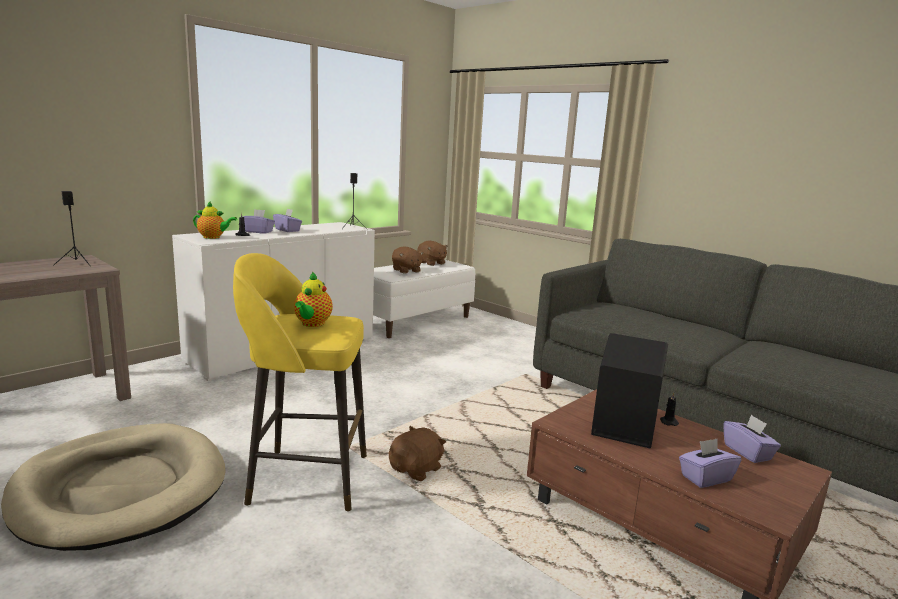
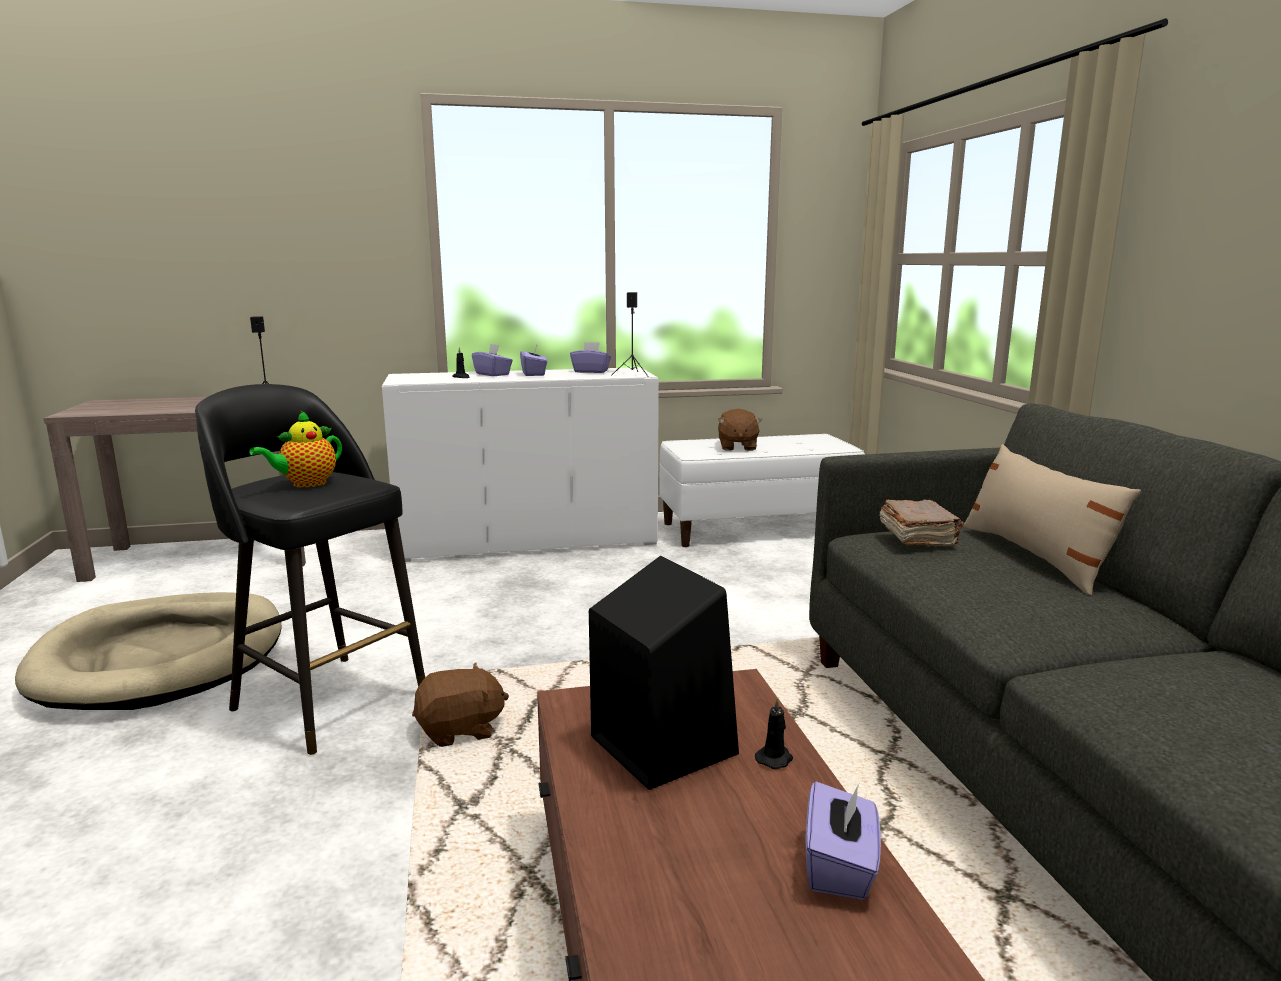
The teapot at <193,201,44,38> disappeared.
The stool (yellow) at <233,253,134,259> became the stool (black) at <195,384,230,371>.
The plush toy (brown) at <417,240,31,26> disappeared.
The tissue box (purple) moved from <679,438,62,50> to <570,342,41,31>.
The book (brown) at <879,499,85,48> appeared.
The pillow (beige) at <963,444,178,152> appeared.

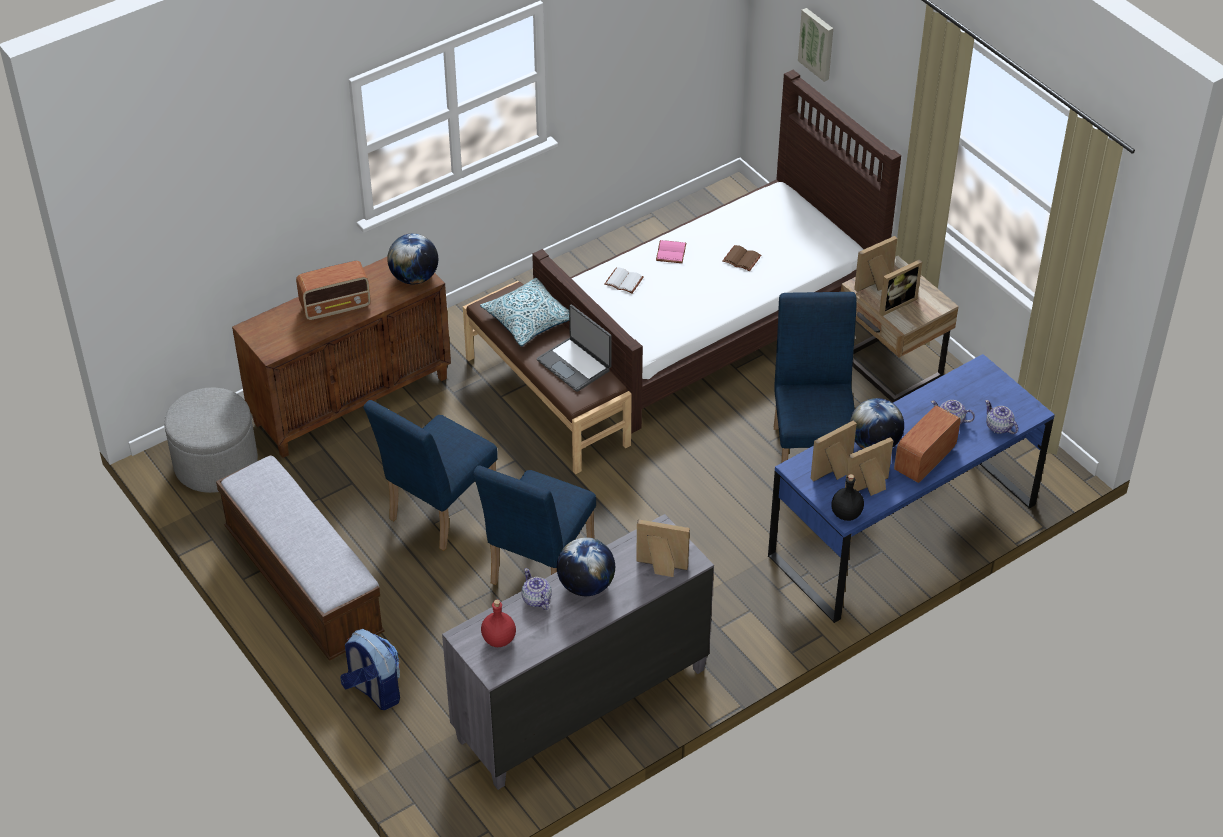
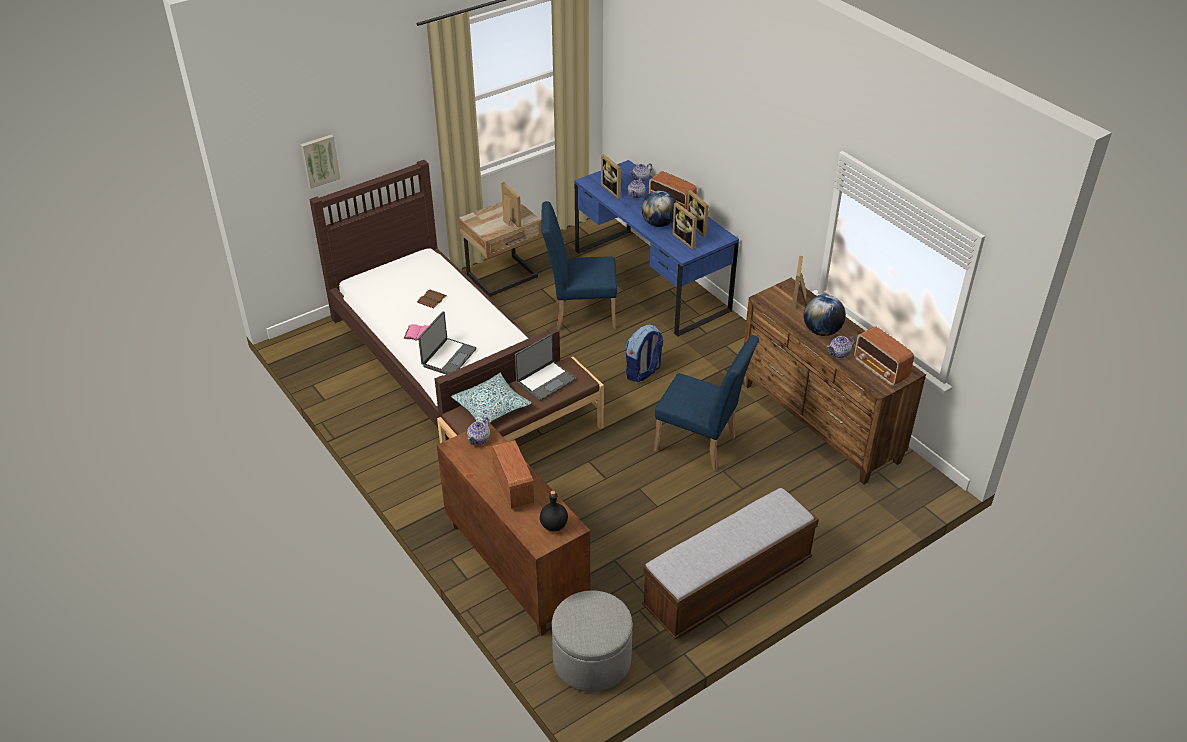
The backpack moved from <340,629,60,81> to <626,324,38,58>.
The chair (blue) at <363,400,135,151> disappeared.
The globe at <387,234,51,51> was replaced by the teapot at <467,417,23,28>.
The dresser (grey) at <442,514,272,276> became the dresser (brown) at <744,278,182,207>.
The bottle (red) at <481,599,35,48> was replaced by the radio at <854,326,60,60>.
The book (white) at <604,267,40,26> was replaced by the laptop at <418,311,58,64>.
The bottle (black) moved from <831,474,33,47> to <540,491,28,41>.
The picture frame moved from <854,236,43,56> to <601,154,20,45>.

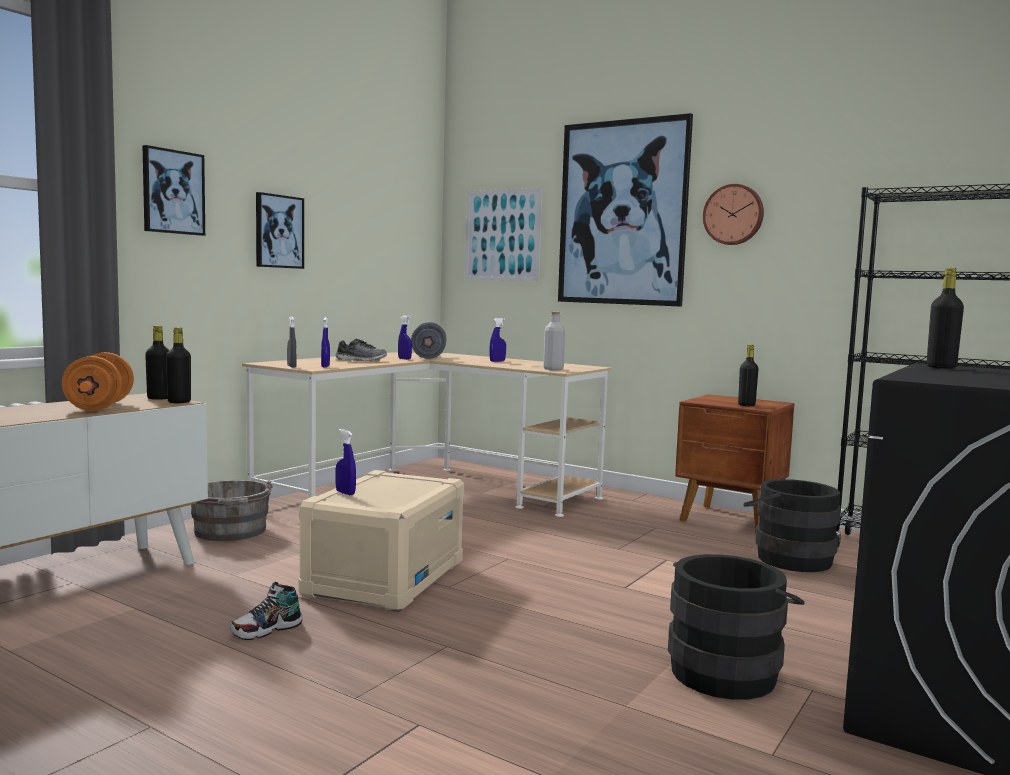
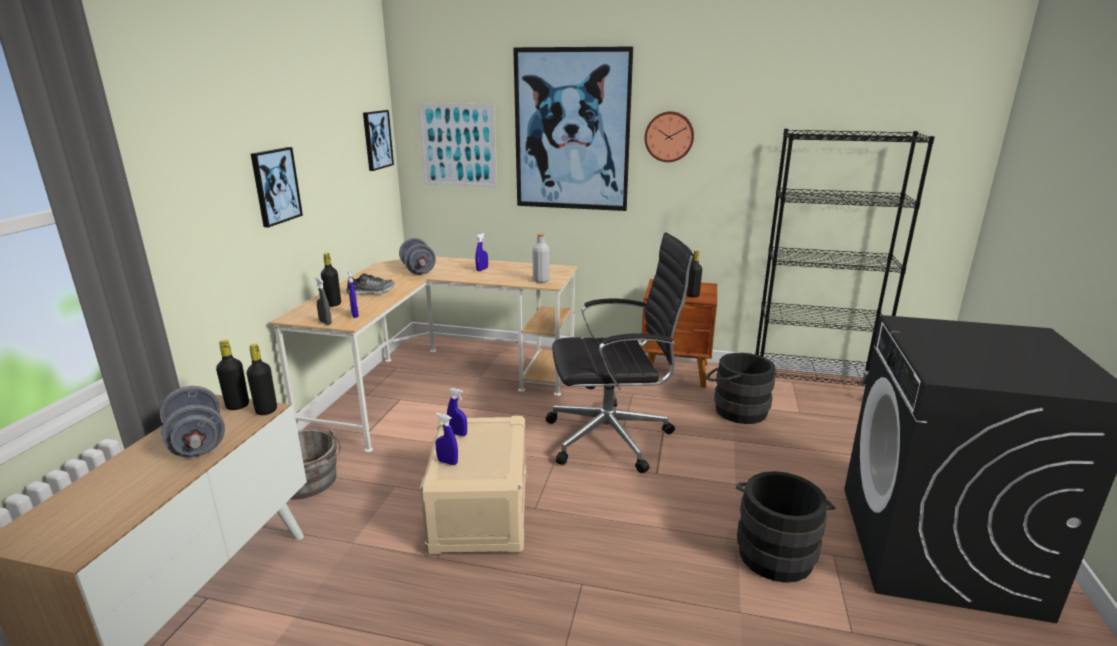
The dumbbell (orange) at <62,352,72,59> became the dumbbell (grey) at <160,386,65,71>.
The picture moved from <142,145,63,91> to <363,110,31,61>.
The shoe at <229,582,73,58> disappeared.
The spray bottle (blue) moved from <398,316,14,44> to <447,388,20,48>.
The bottle (black) moved from <927,268,37,101> to <321,253,20,54>.
The office chair (black) at <546,233,148,240> appeared.

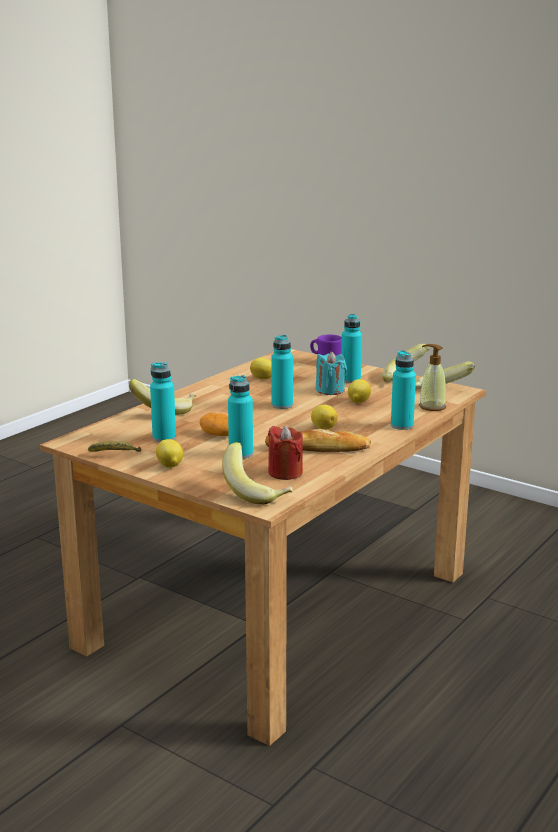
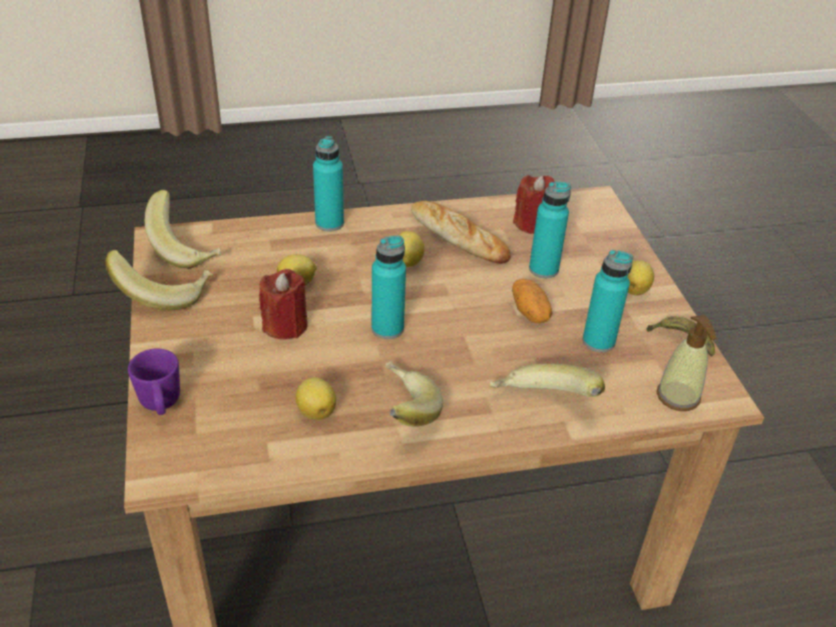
The banana moved from <222,442,71,62> to <385,361,58,66>.
The candle (turquoise) at <316,351,31,44> became the candle (red) at <259,269,49,71>.
The bottle (turquoise) at <341,314,21,69> disappeared.
The soap dispenser moved from <419,344,27,67> to <657,315,59,96>.

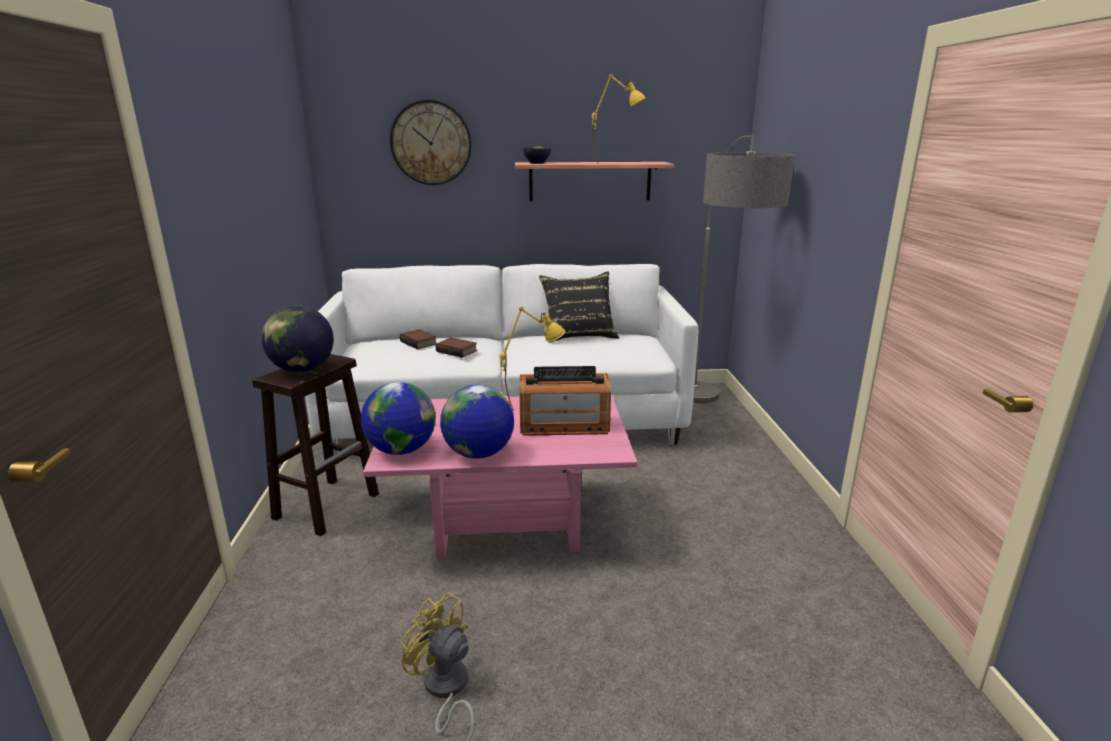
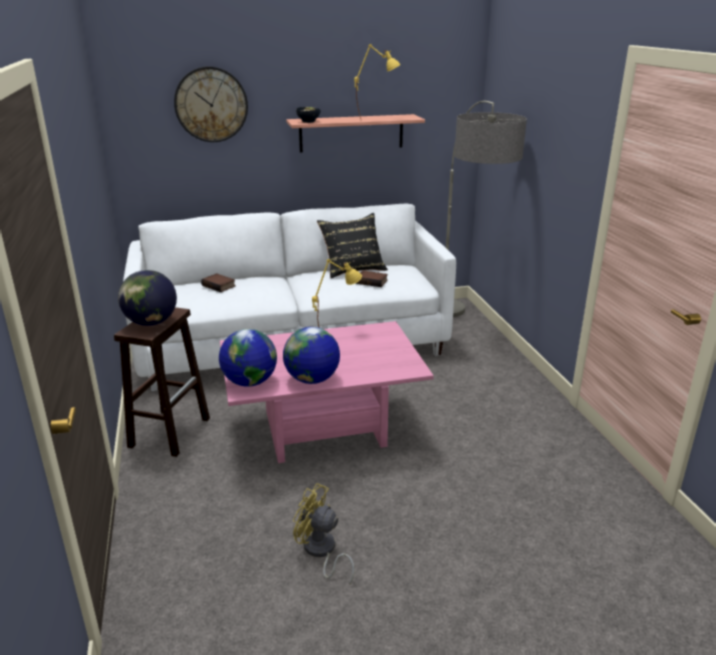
The book moved from <436,337,41,21> to <356,270,32,17>.
The radio at <519,366,92,70> disappeared.

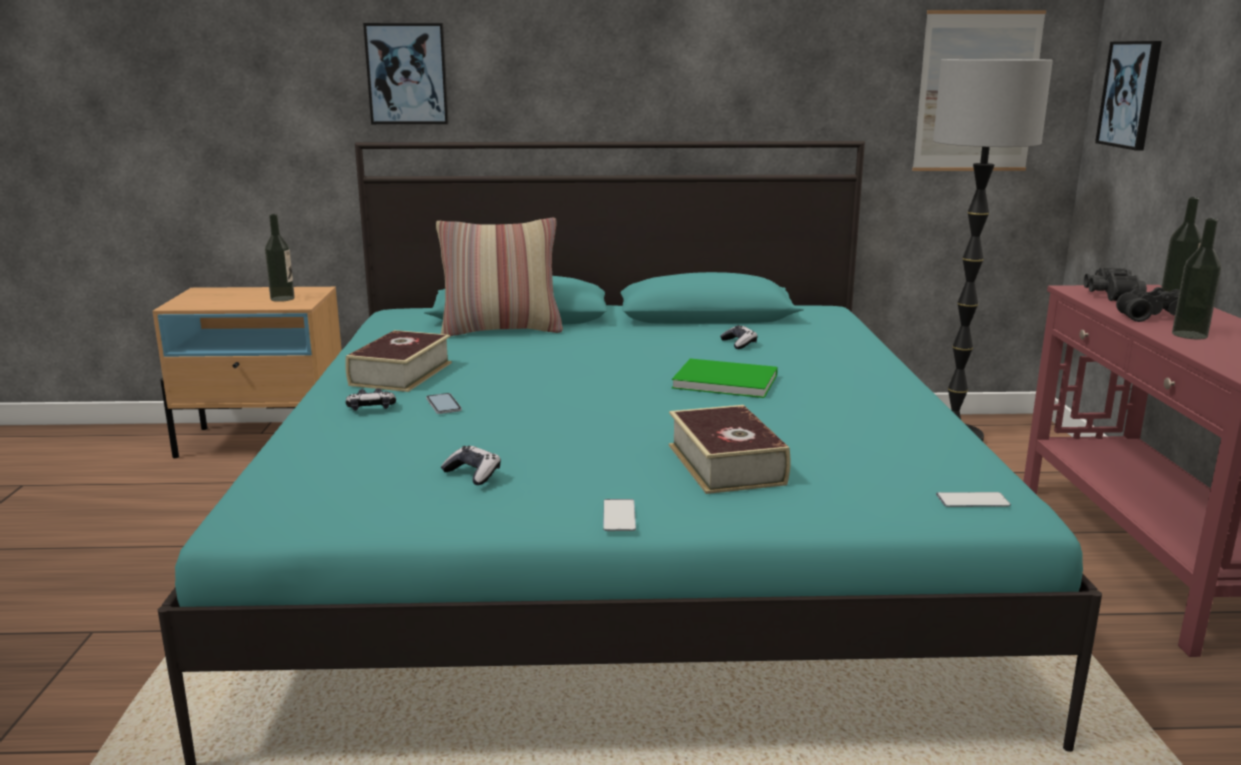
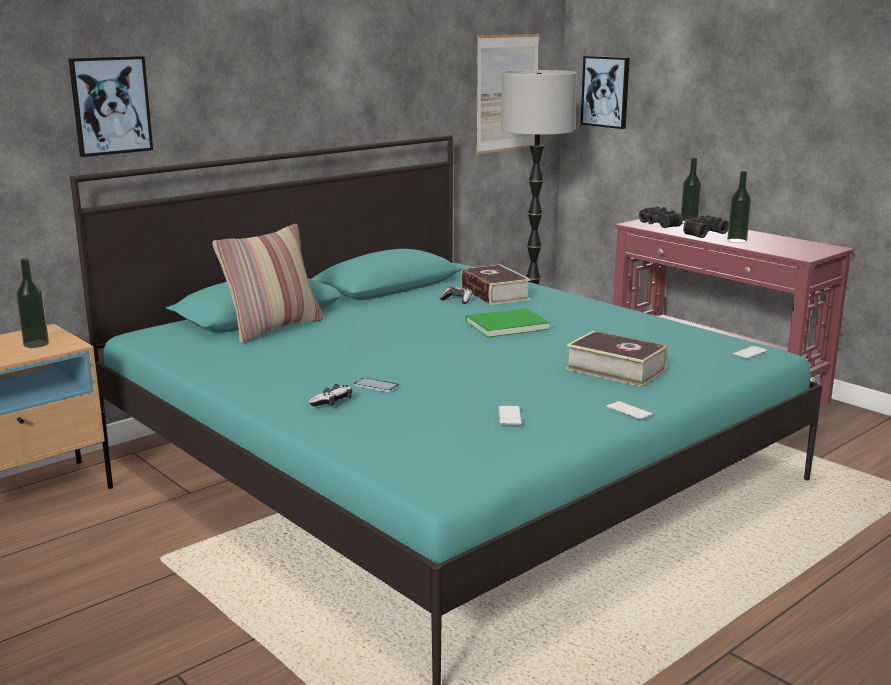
The book moved from <345,330,107,62> to <461,264,70,41>.
The game controller at <441,446,60,39> was replaced by the phone at <498,406,24,19>.

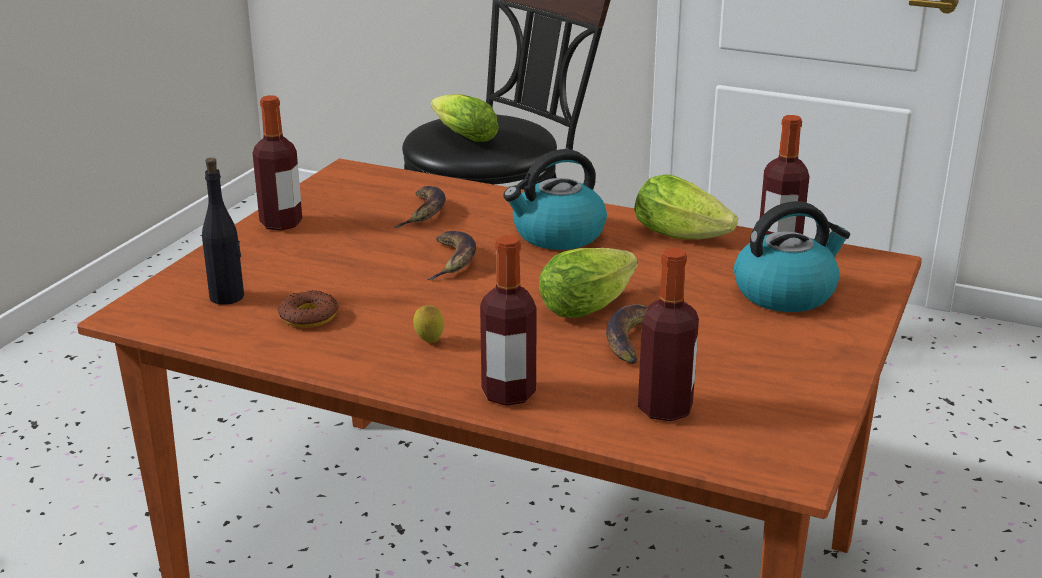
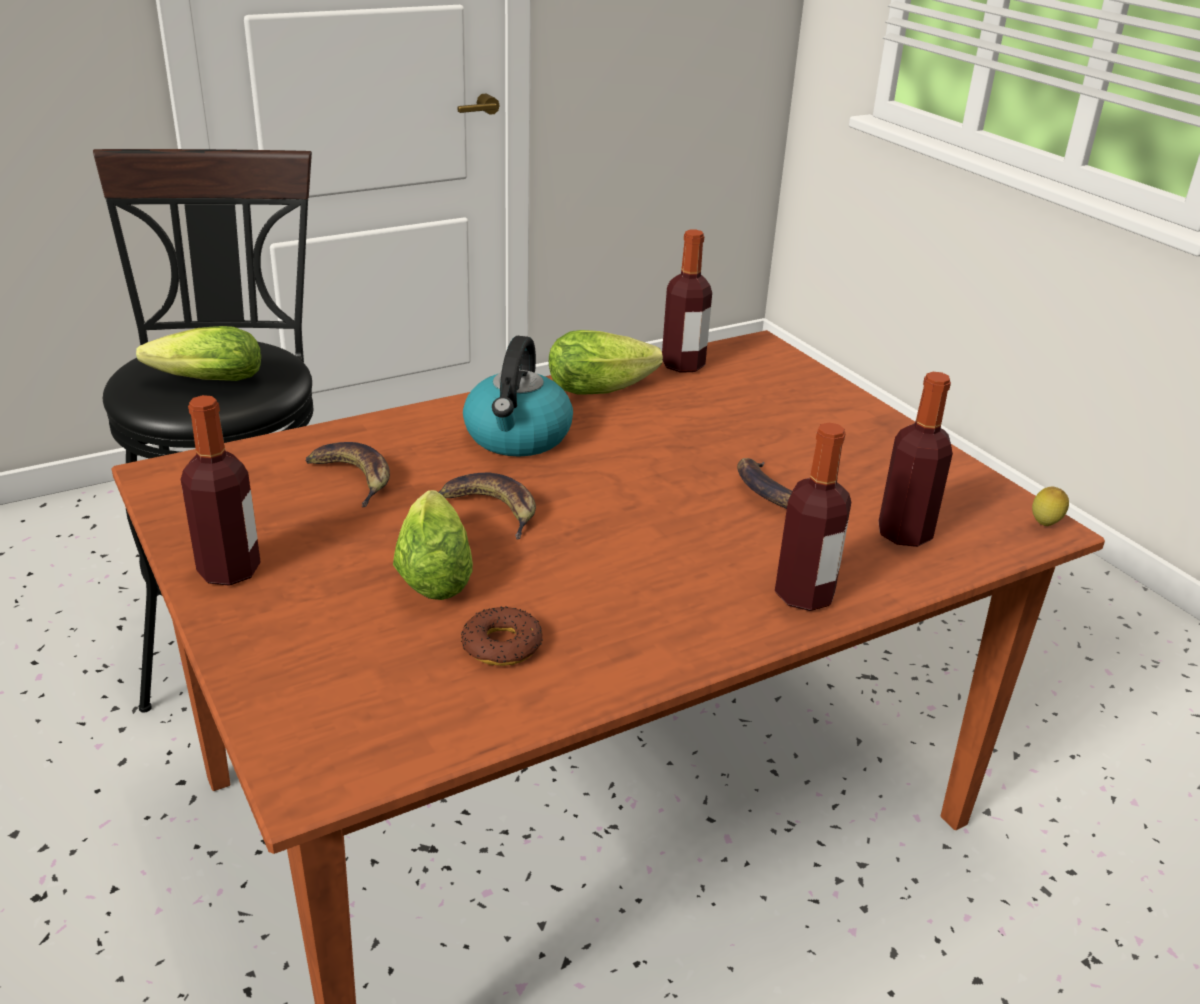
The bottle (black) at <202,158,42,147> disappeared.
The lemon moved from <413,305,31,38> to <1032,487,37,39>.
The lettuce moved from <539,248,99,70> to <393,490,80,110>.
The kettle at <734,201,116,111> disappeared.

